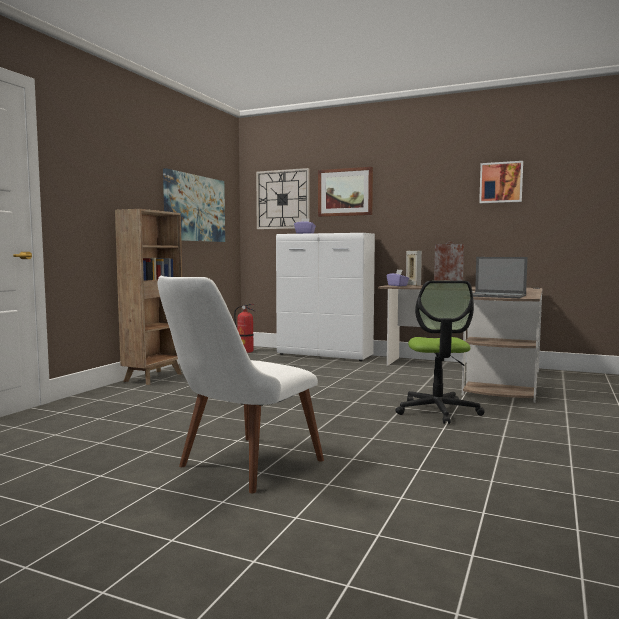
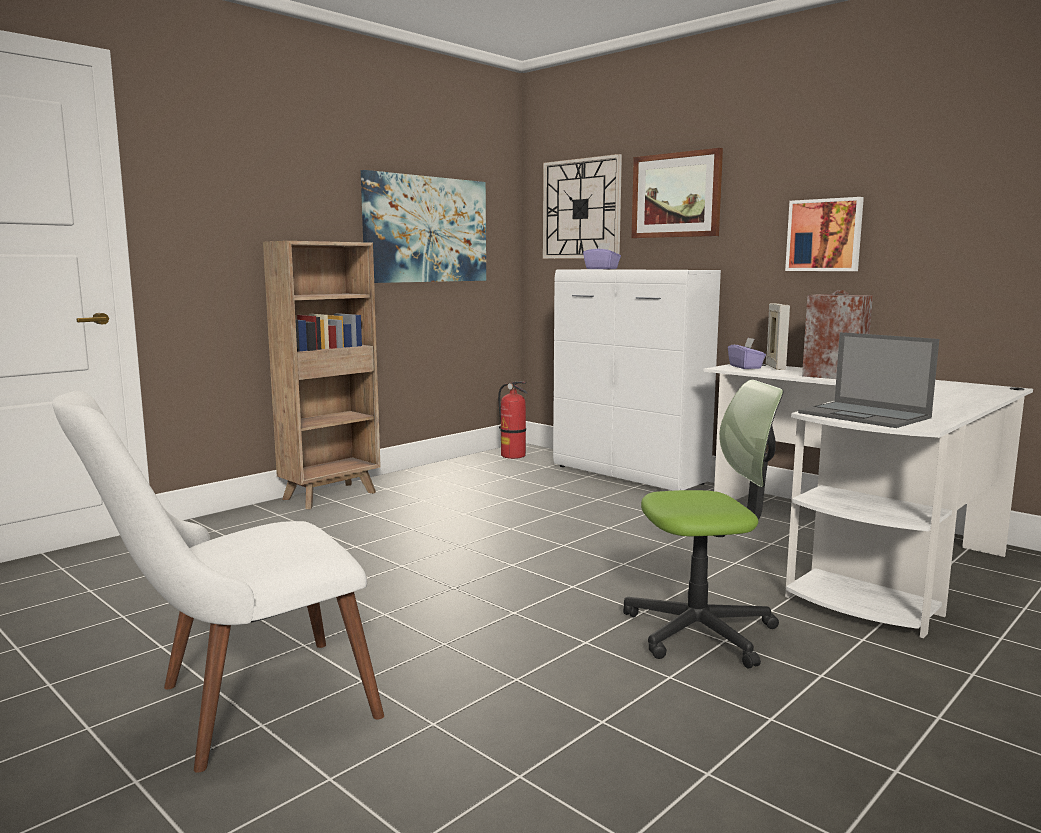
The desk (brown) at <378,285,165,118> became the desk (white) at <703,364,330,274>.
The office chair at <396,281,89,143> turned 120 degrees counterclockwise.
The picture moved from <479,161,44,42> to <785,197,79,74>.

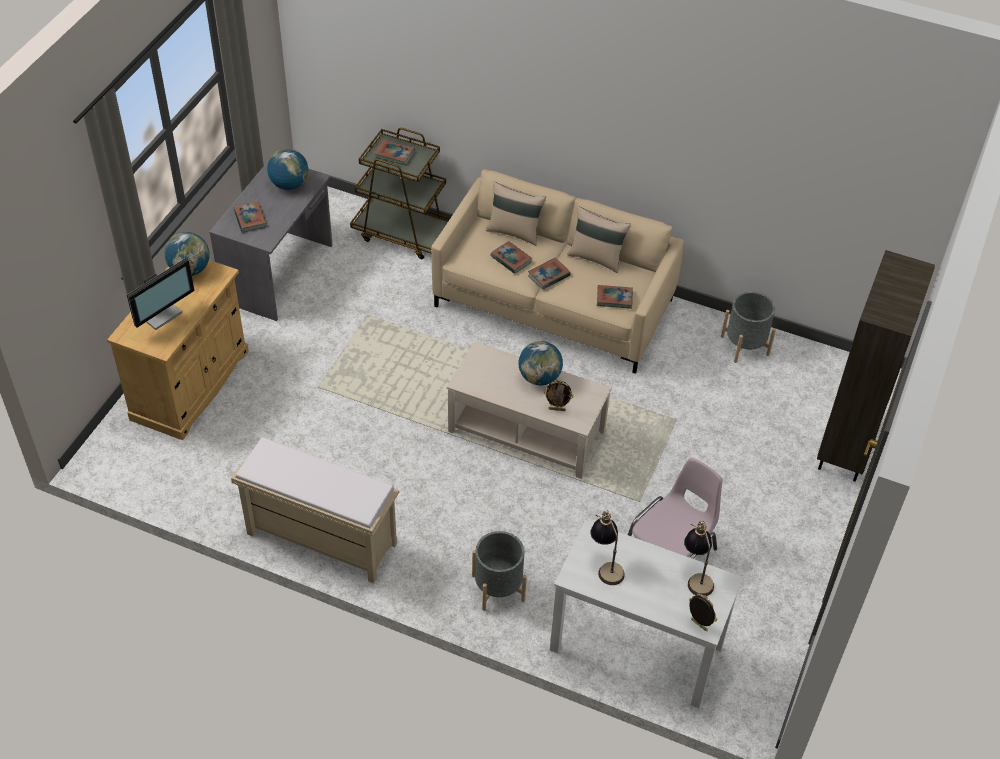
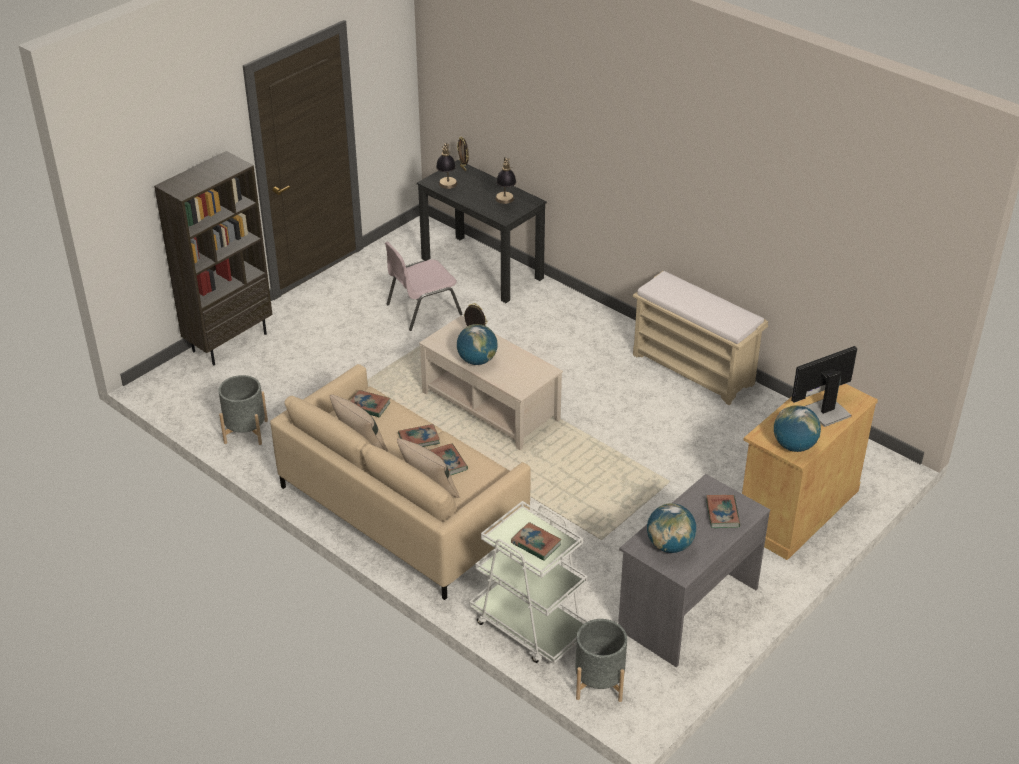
The cart (brown) at <350,128,100,131> became the cart (white) at <469,501,119,163>.
The planter (grey) moved from <472,531,55,80> to <575,619,52,83>.
The desk (white) at <550,520,193,188> became the desk (black) at <417,160,130,143>.

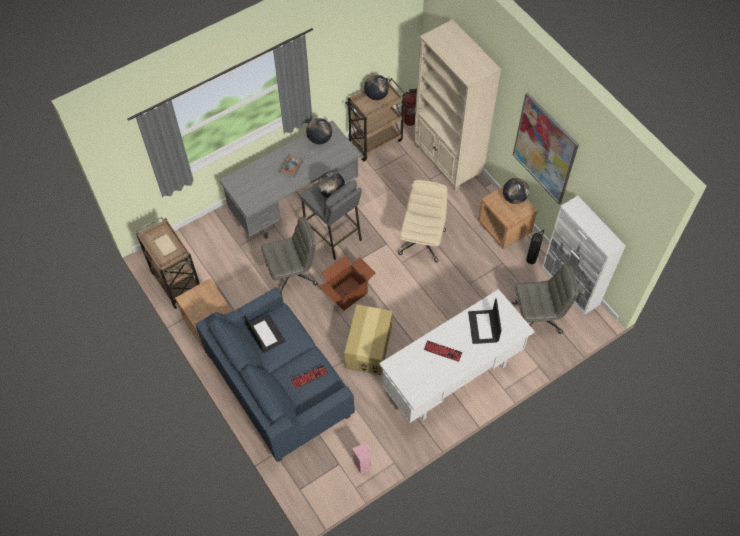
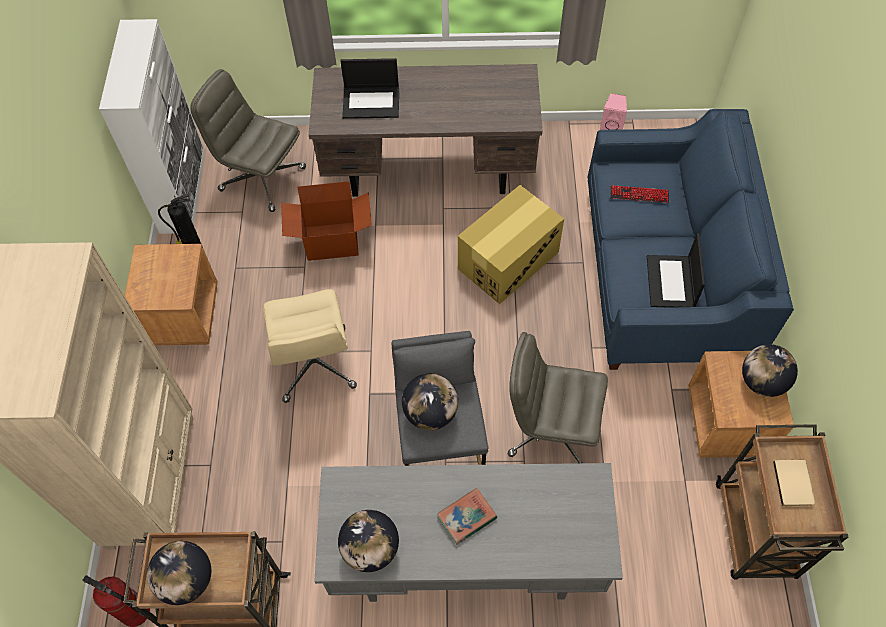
The cardboard box moved from <319,255,56,56> to <281,181,91,80>.
The desk (white) at <379,289,156,134> became the desk (brown) at <309,64,233,133>.
The office chair (beige) at <398,180,50,82> turned 60 degrees counterclockwise.
The keyboard at <424,340,38,22> disappeared.
The laptop at <468,299,34,45> turned 60 degrees clockwise.
The globe moved from <503,178,26,26> to <742,344,56,53>.
The picture at <513,92,66,112> disappeared.

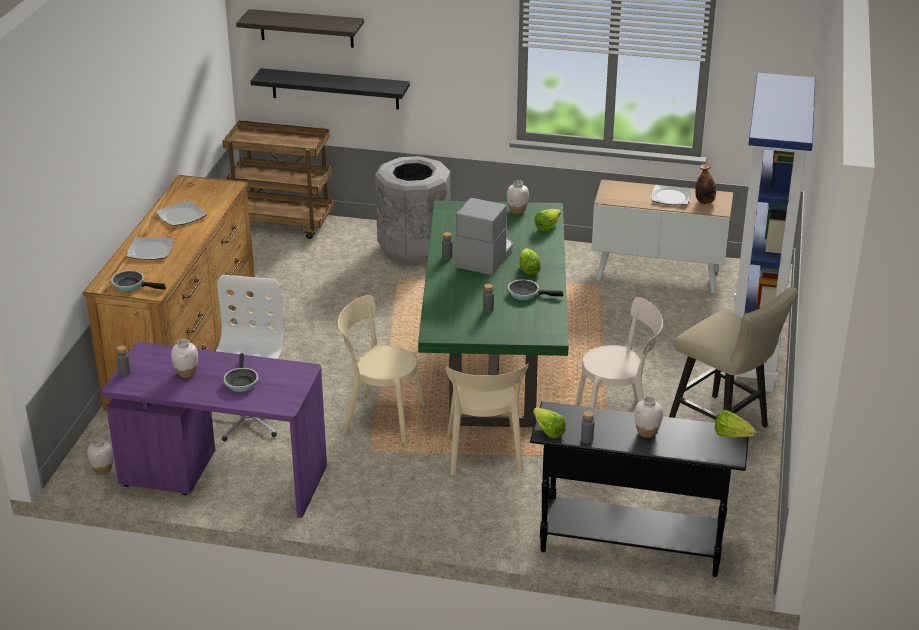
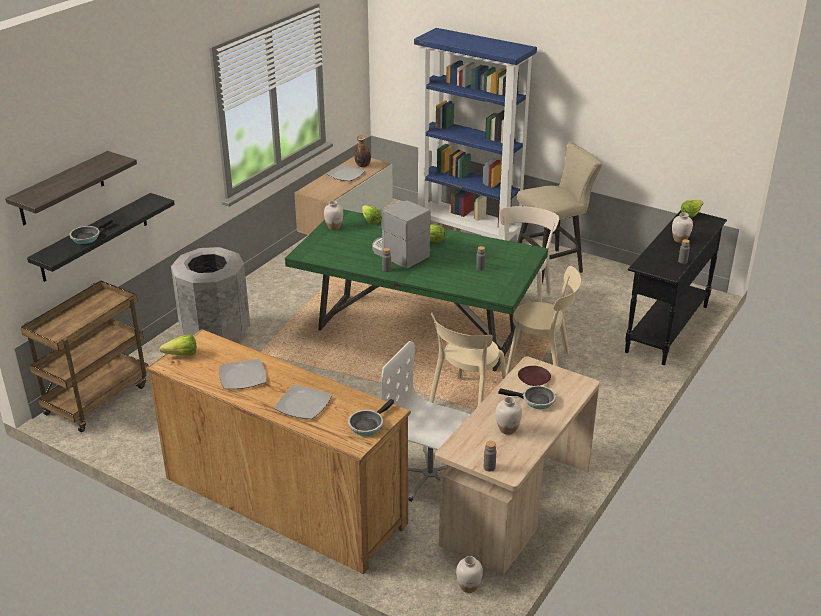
The desk (purple) at <102,342,225,176> became the desk (beige) at <435,356,165,219>.
The frying pan moved from <508,279,55,21> to <70,218,43,26>.
The lettuce moved from <533,407,33,31> to <160,335,37,21>.
The plate (brown) at <518,366,33,20> appeared.

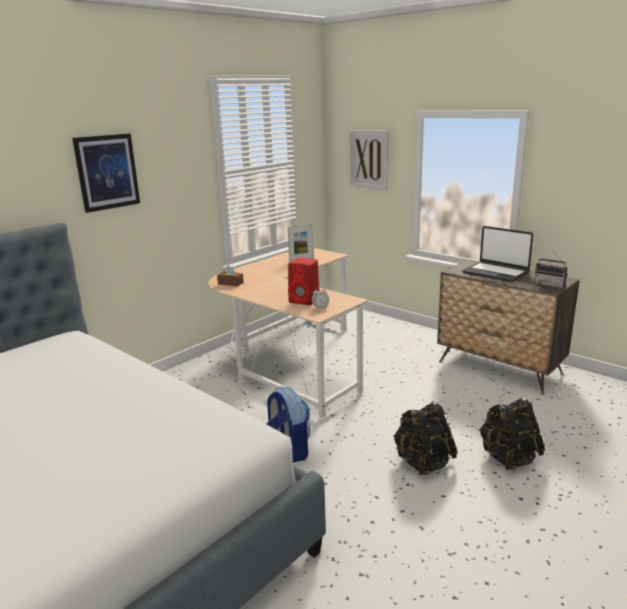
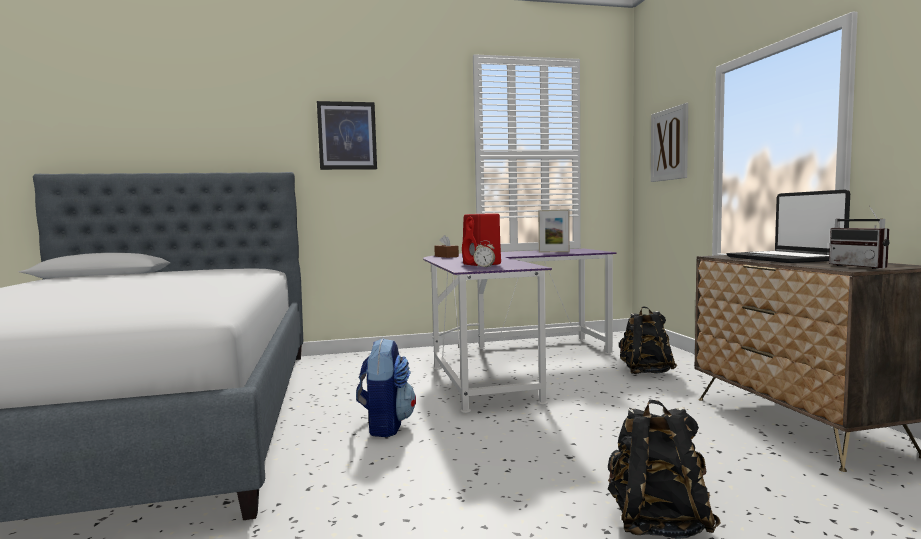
The desk (beige) at <208,248,160,172> became the desk (purple) at <423,249,194,164>.
The backpack (black) moved from <393,401,65,74> to <619,306,58,68>.

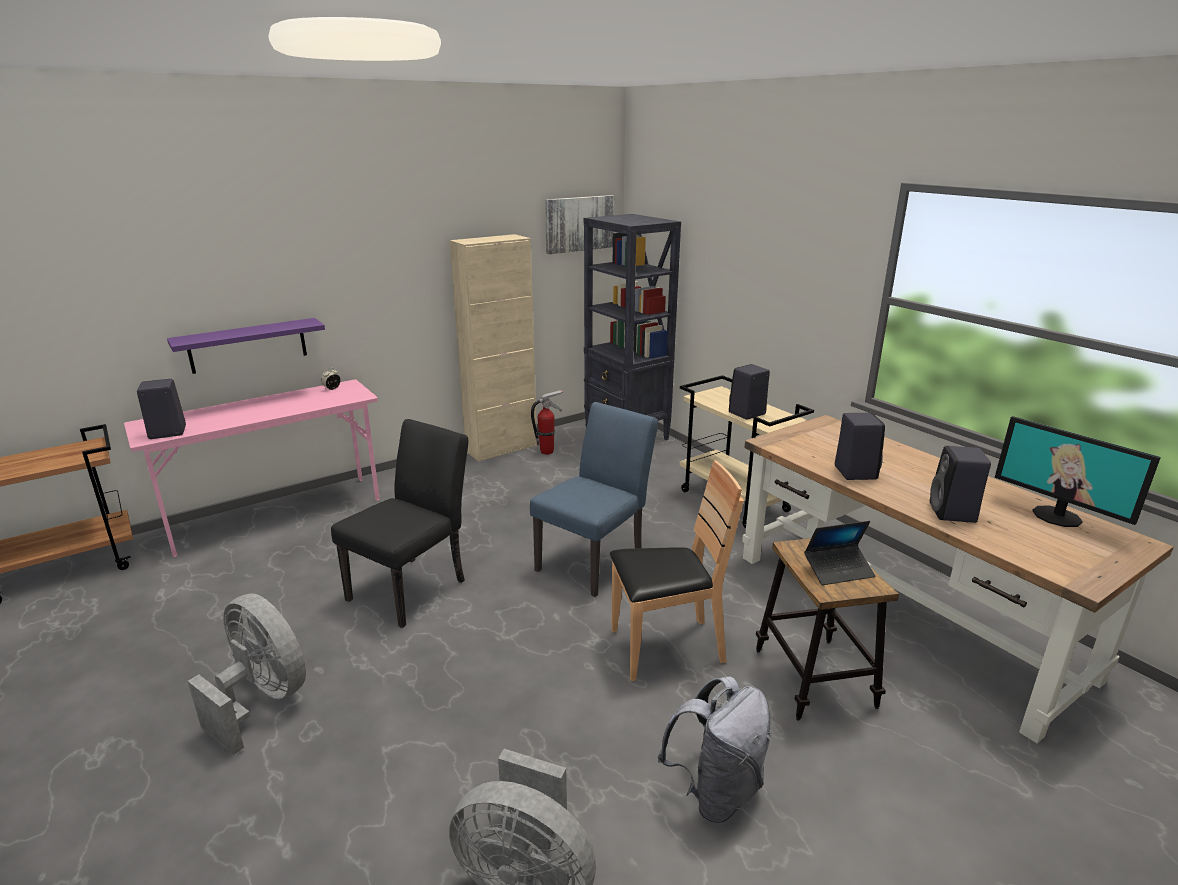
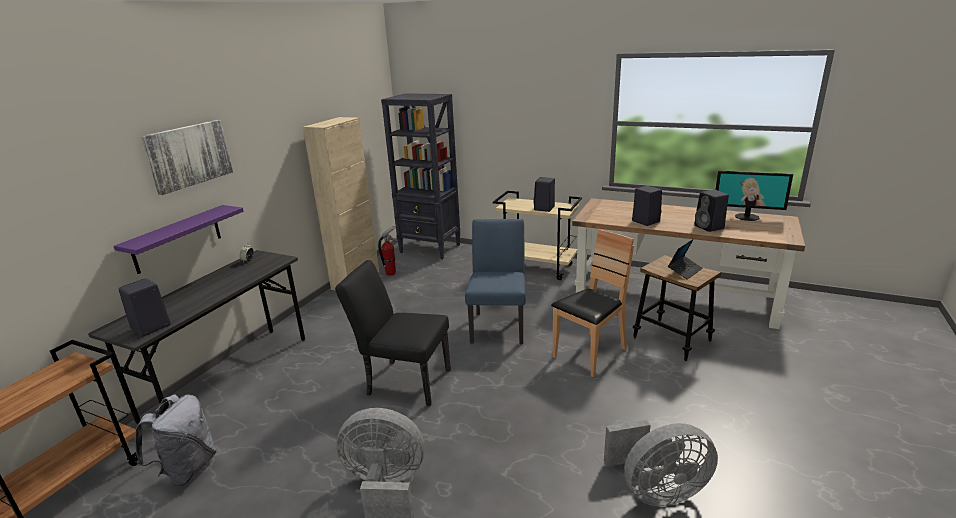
The desk (pink) at <124,379,256,178> became the desk (grey) at <88,250,217,174>.
The chair (black) at <331,419,137,209> turned 75 degrees counterclockwise.
The picture moved from <545,195,69,59> to <141,120,92,75>.
The backpack (grey) moved from <658,676,114,147> to <135,395,81,91>.

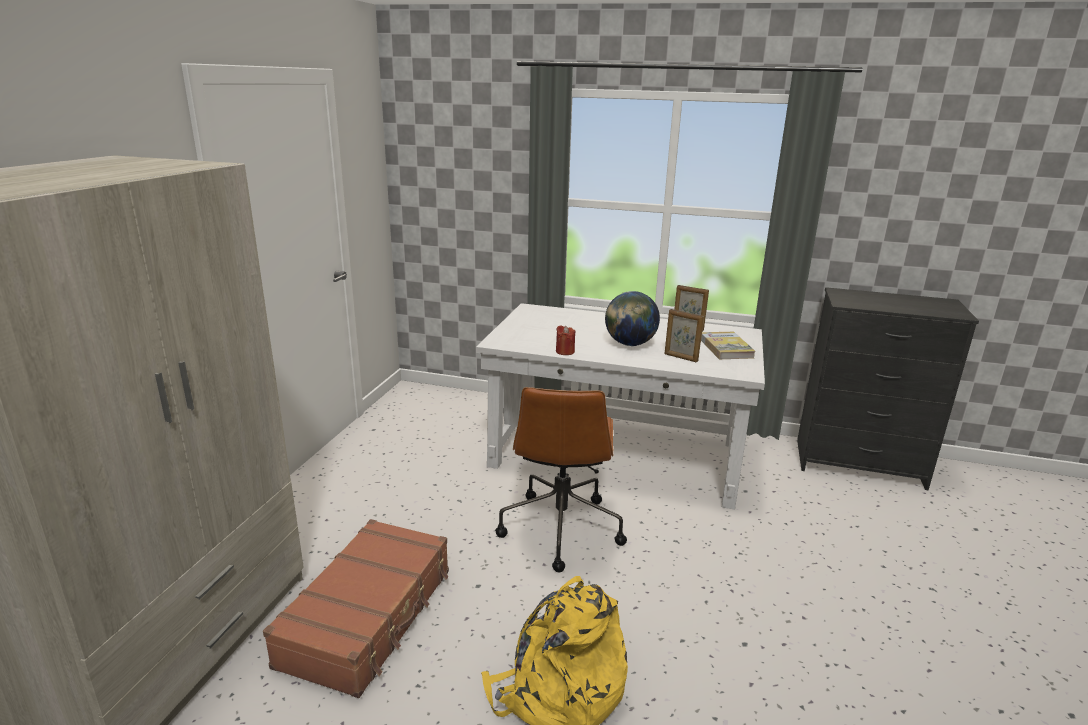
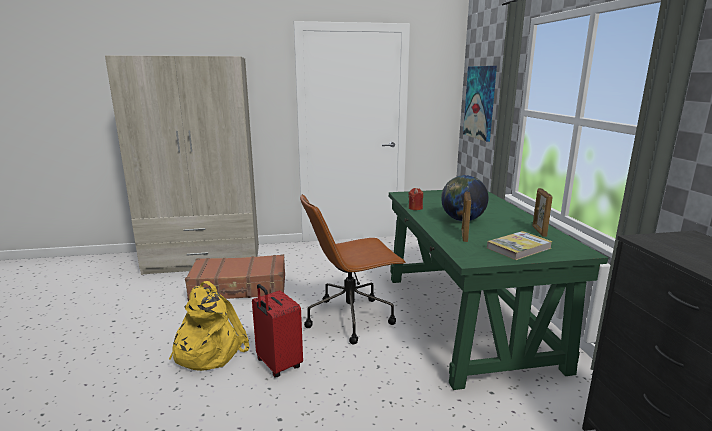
The desk (white) at <476,303,289,207> became the desk (green) at <389,190,219,200>.
The suitcase (red) at <252,284,51,94> appeared.
The picture at <463,66,34,76> appeared.

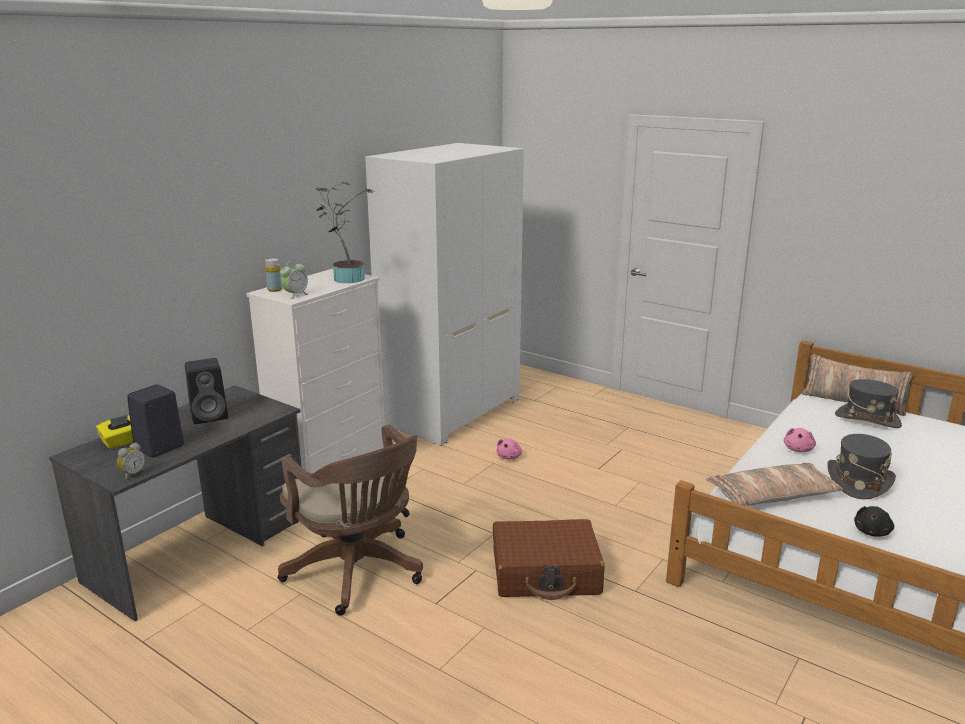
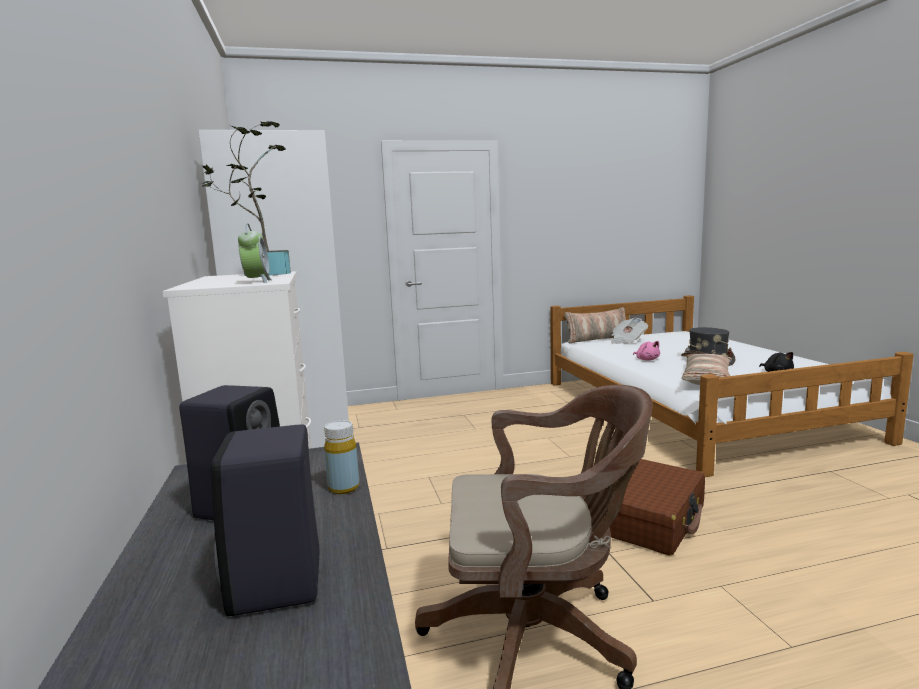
The tissue box (yellow) at <96,415,37,34> disappeared.
The alarm clock at <117,443,28,37> disappeared.
The bottle (yellow) moved from <265,258,17,34> to <324,420,35,74>.
The plush toy (pink) at <497,439,25,20> disappeared.
The hat (grey) at <835,379,67,49> was replaced by the newspaper at <611,318,37,26>.

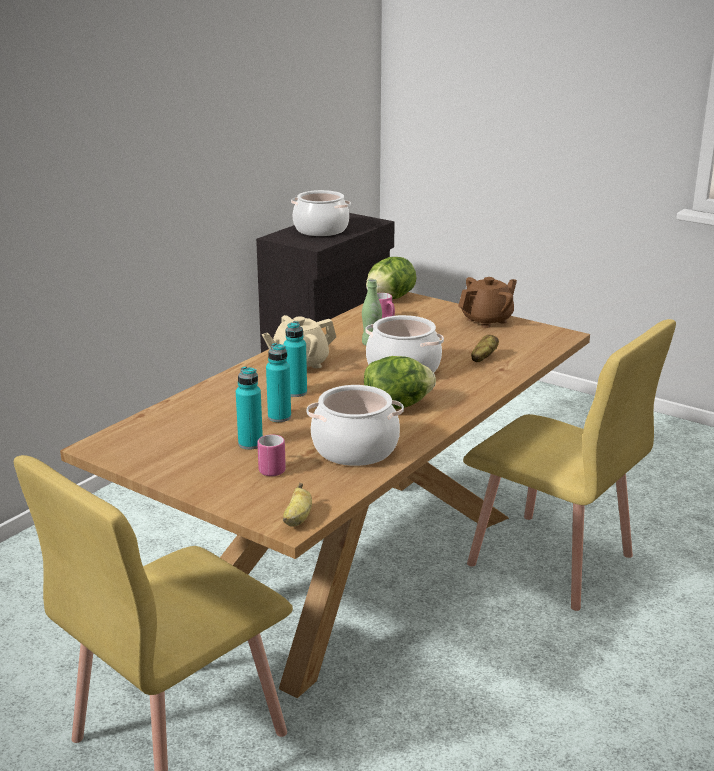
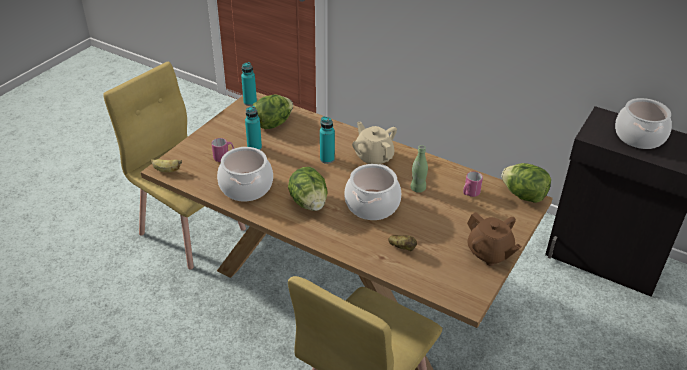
The bottle (turquoise) moved from <266,343,25,79> to <241,62,16,44>.
The lettuce at <252,94,41,35> appeared.

